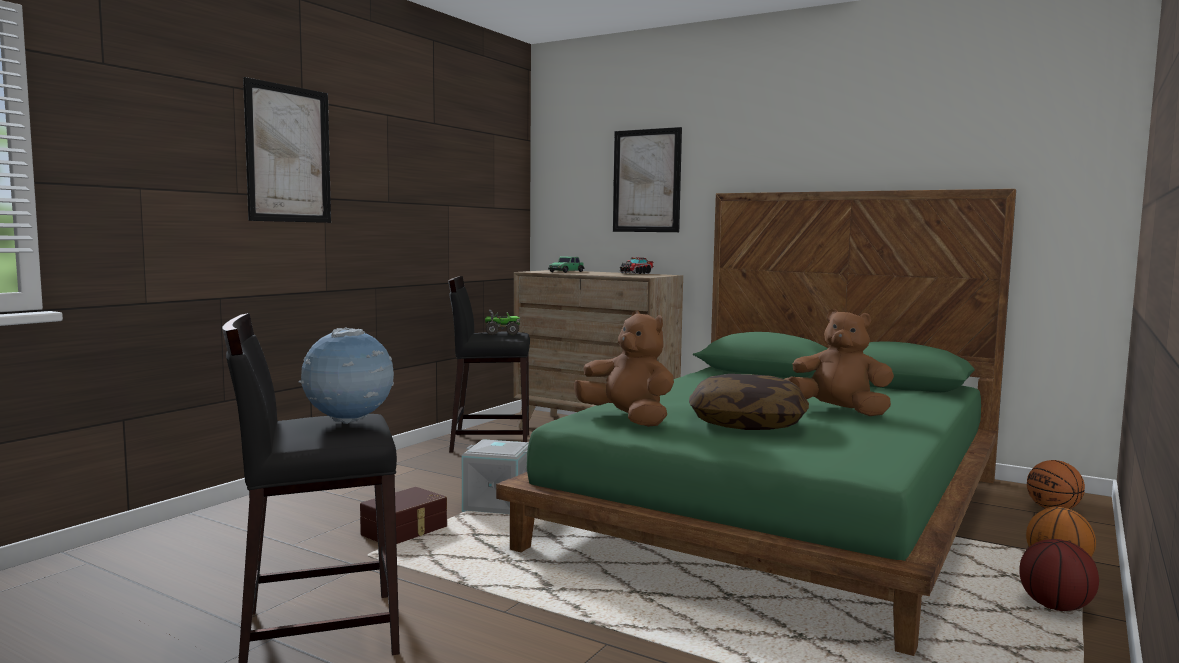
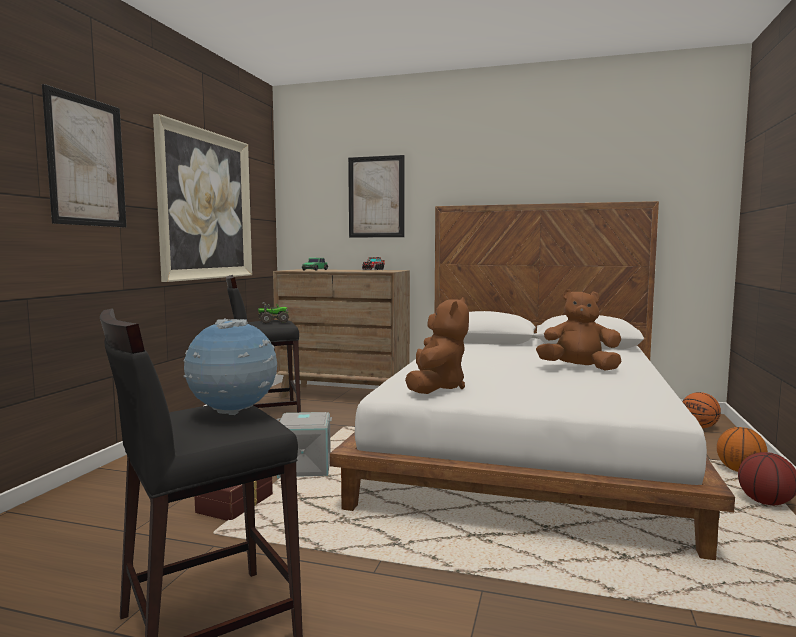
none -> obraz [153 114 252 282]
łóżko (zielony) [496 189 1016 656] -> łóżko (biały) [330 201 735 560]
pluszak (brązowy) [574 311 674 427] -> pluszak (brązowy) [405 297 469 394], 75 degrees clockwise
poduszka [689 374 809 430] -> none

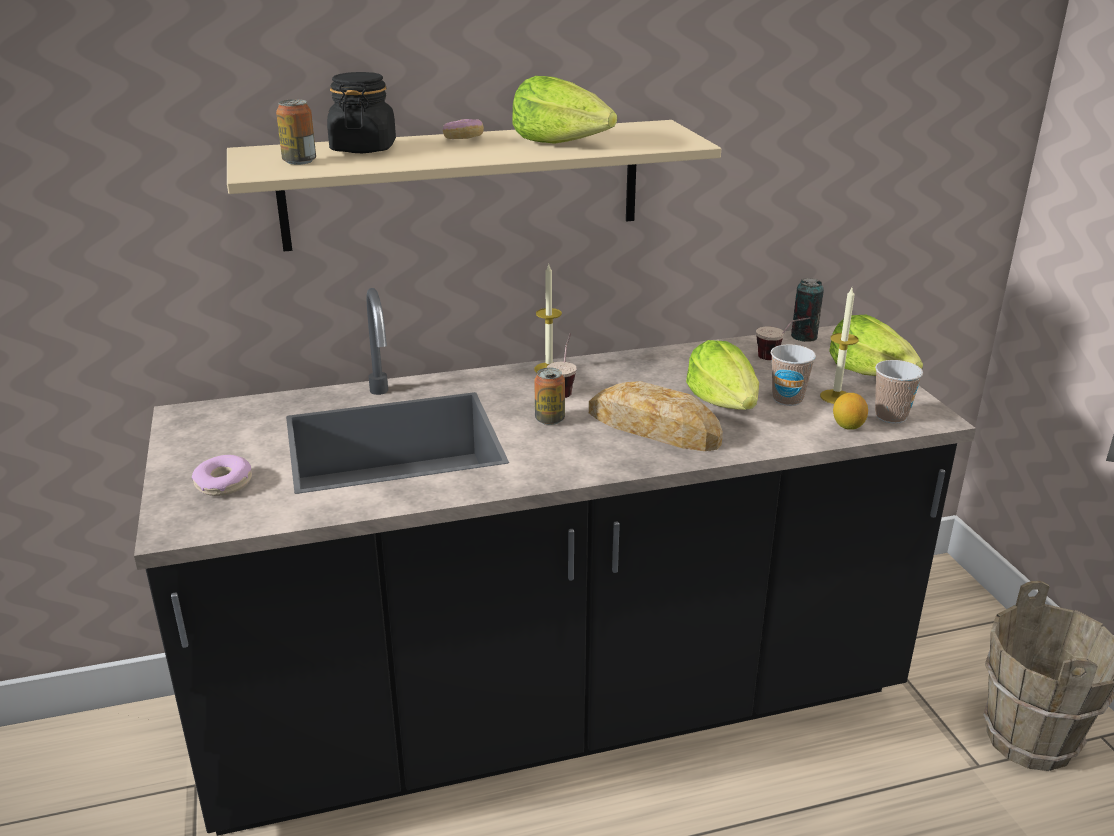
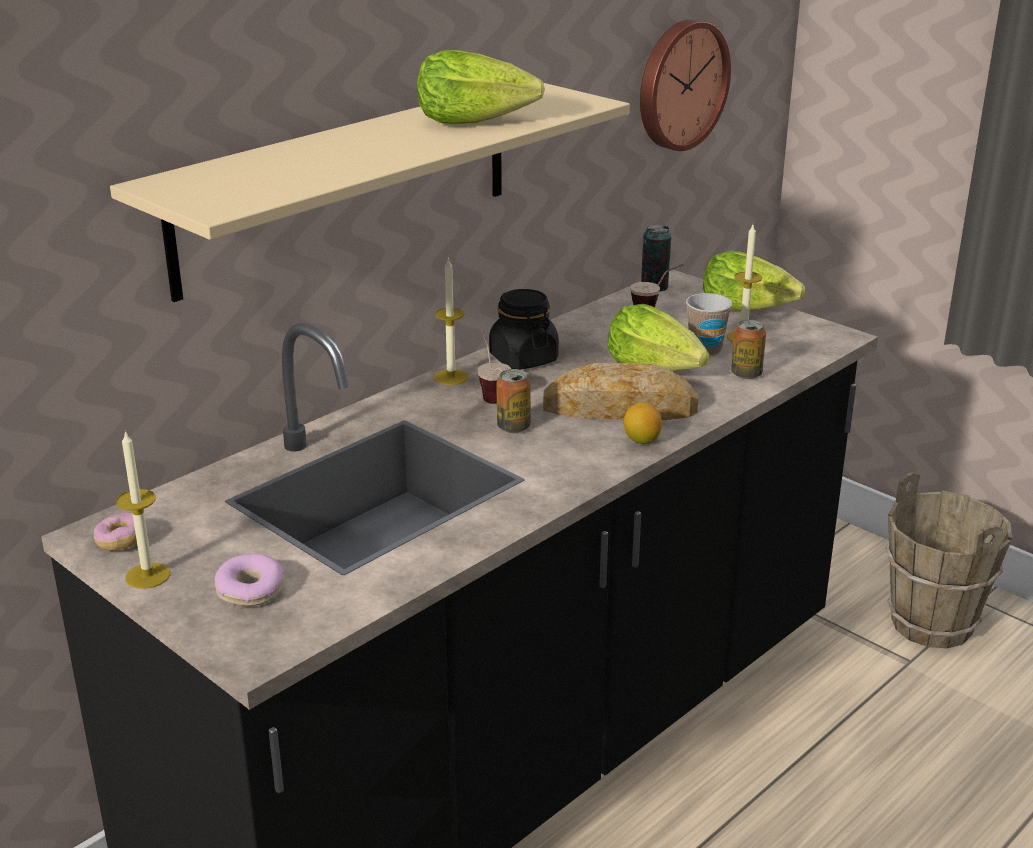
donut [443 119 484 139] -> donut [94 513 137 551], relocated
none -> świeca [116 430 170 589]
słoik (czarny) [327 72 396 153] -> słoik (czarny) [489 289 559 370], relocated
cytryna [833 393 868 430] -> cytryna [624 403 662 444], relocated
none -> zegar ścienny [640 20 731 151]
puszka [276 99 316 165] -> puszka [731 320 766 379], relocated
filiżanka [875 360 923 423] -> none

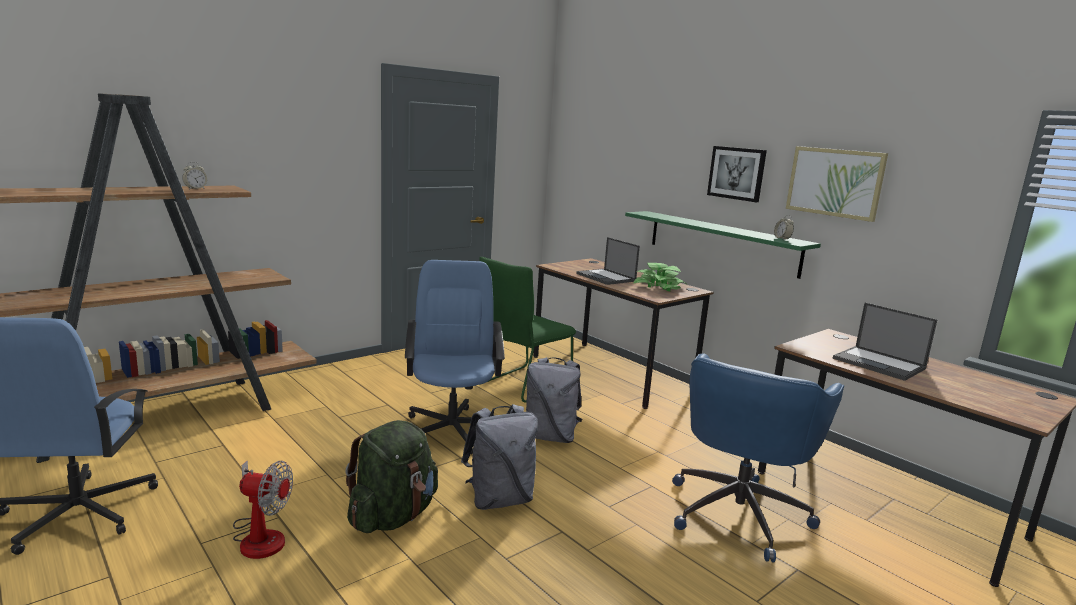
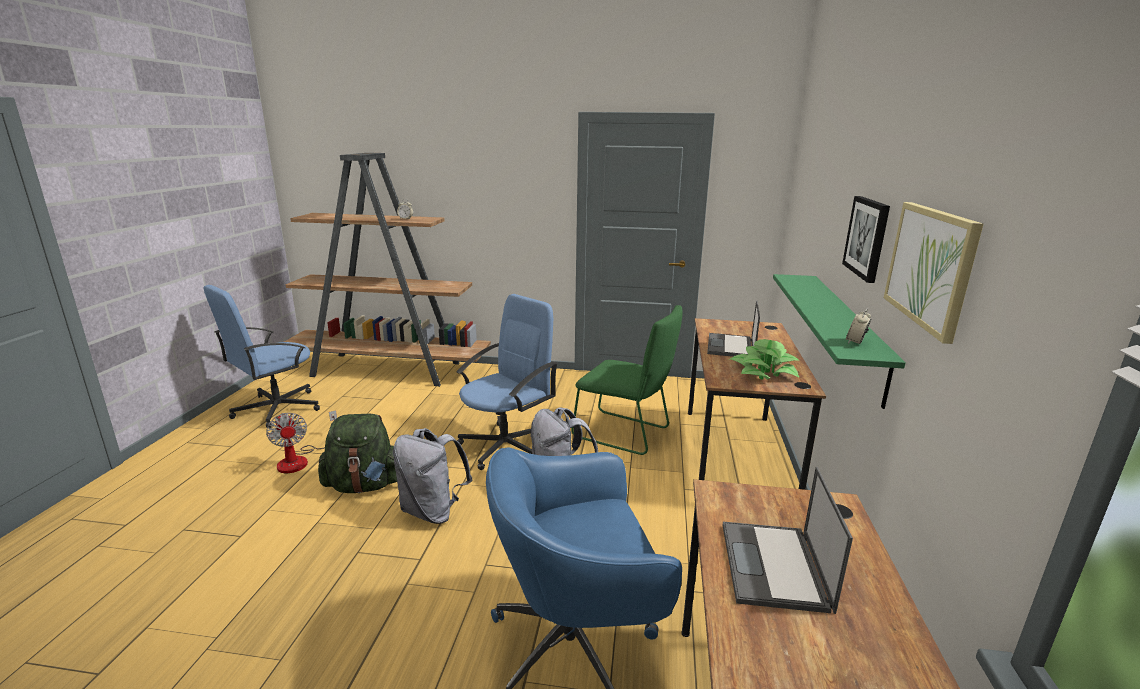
krzesło (zielony) [479 257 576 403] -> krzesło (zielony) [571 305 683 455], 150 degrees counterclockwise

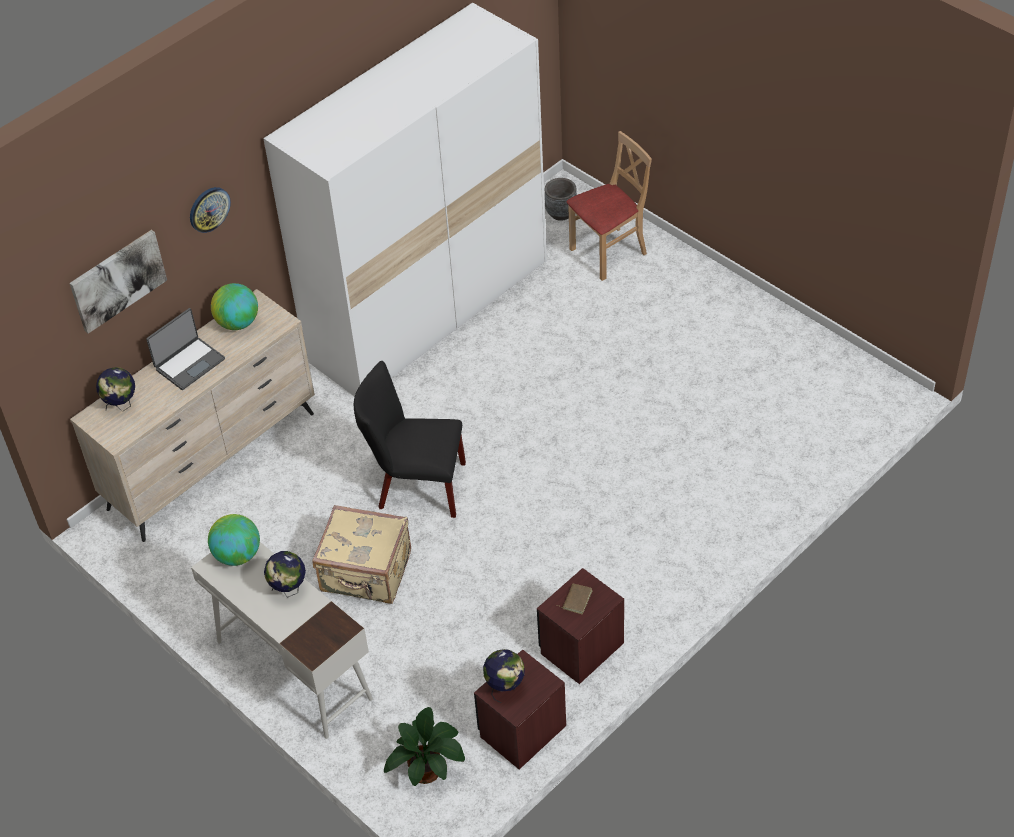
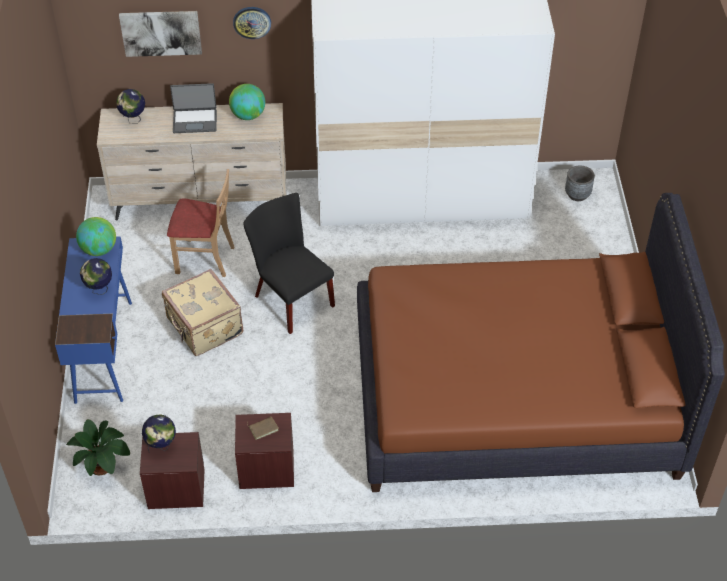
biurko (biały) [191 542 373 739] -> biurko (niebieski) [55 236 132 404]
krzesło (beżowy) [566 131 652 281] -> krzesło (beżowy) [167 169 235 277], relocated
none -> łóżko (brązowy) [357 193 725 492]

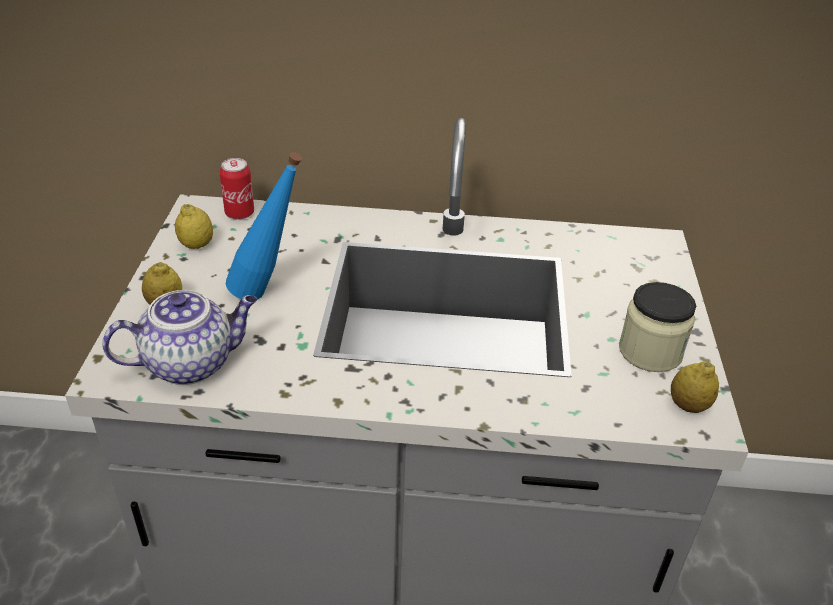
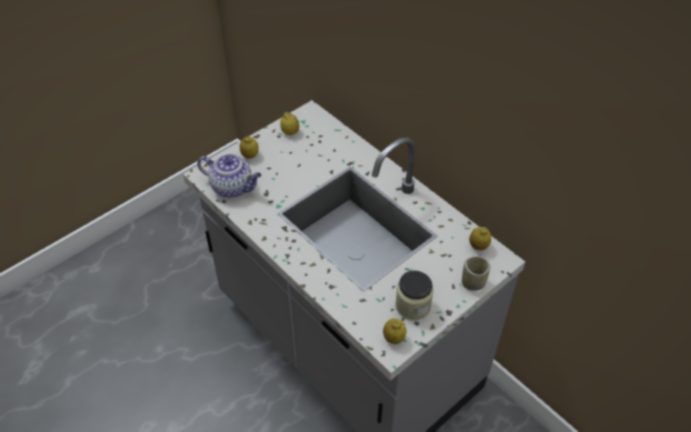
none -> filiżanka [462 256 490 291]
none -> cytryna [469 227 491 250]
puszka [219 158 254 220] -> none
butelka (niebieski) [226 152 302 300] -> none

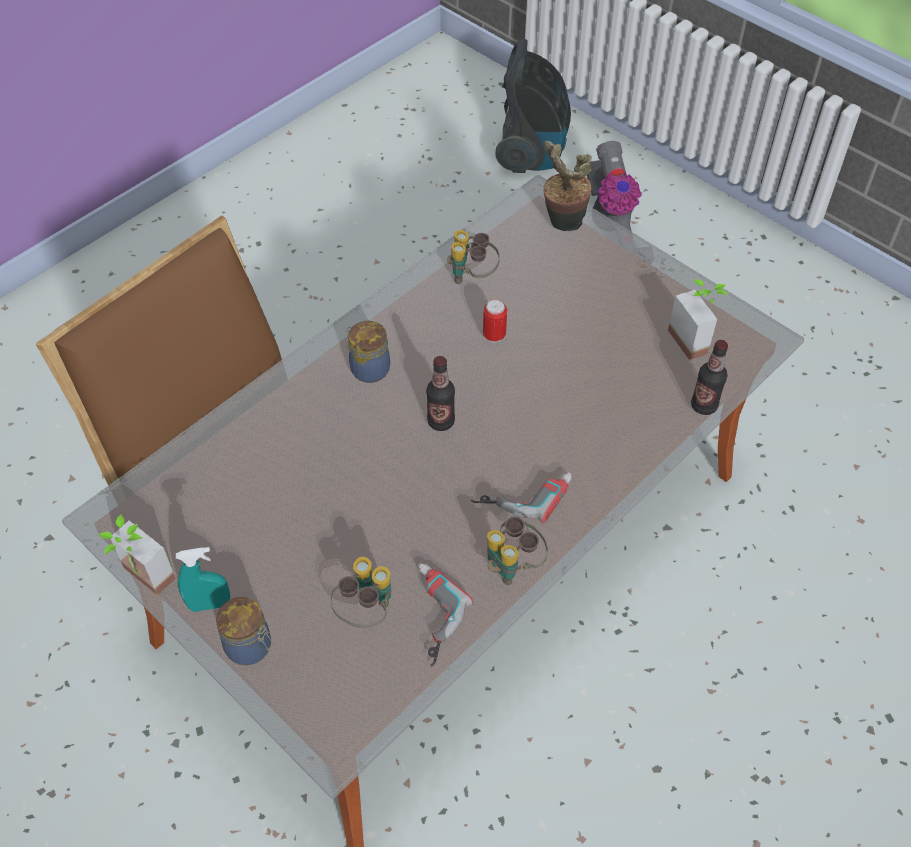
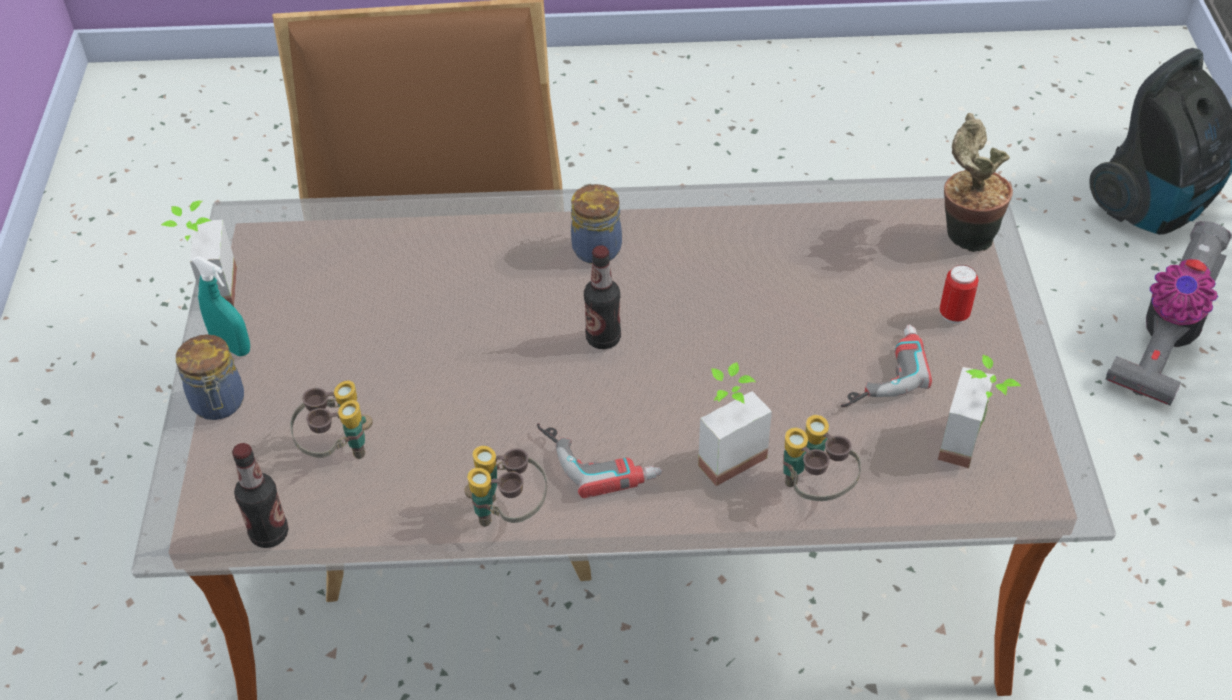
butelka [691 340 728 415] -> butelka [232 443 289 548], relocated
none -> roślina doniczkowa [698 362 772 486]
lornetka [447 230 500 284] -> lornetka [783 415 861 501], relocated
wiertarka [418 563 473 667] -> wiertarka [841 324 932 407], relocated
puszka [483 300 507 343] -> puszka [940 265 979 324], relocated

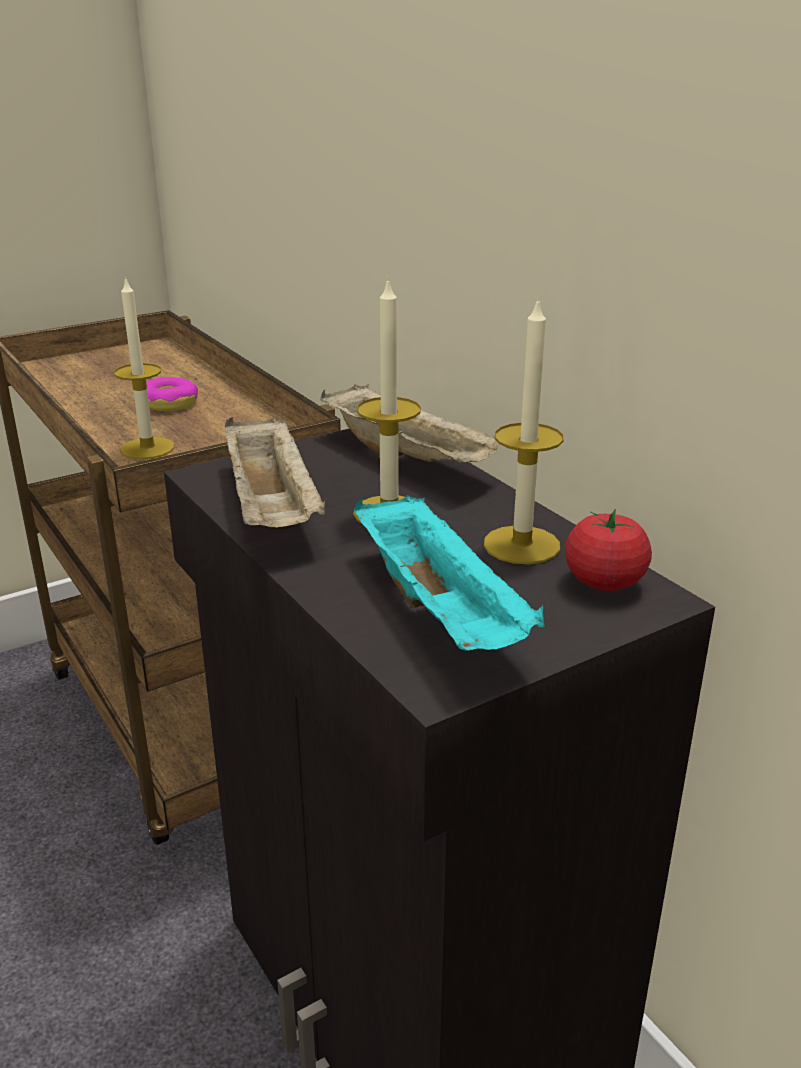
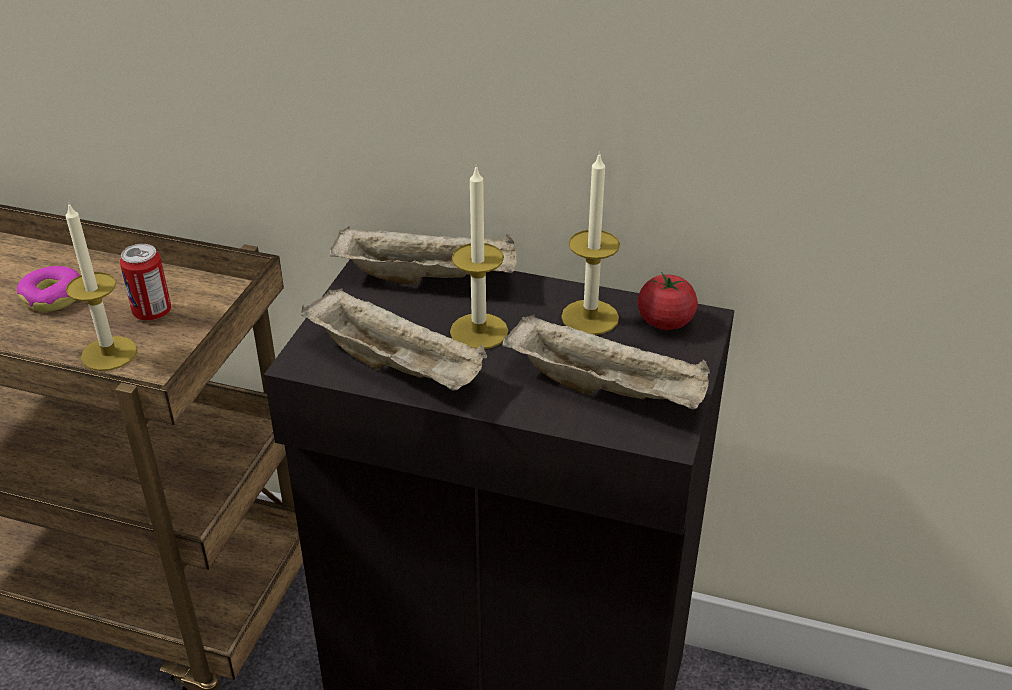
none -> puszka [120 244 171 321]
taca (turkusowy) [354 495 545 651] -> taca (beżowy) [502 314 710 410]

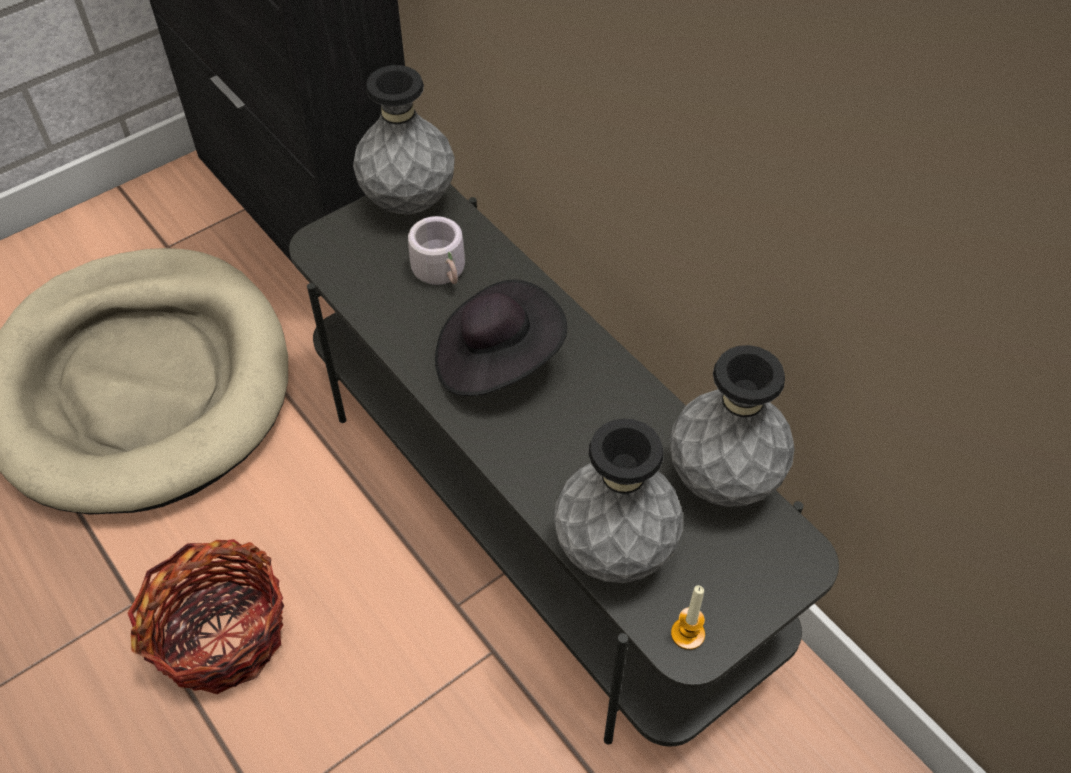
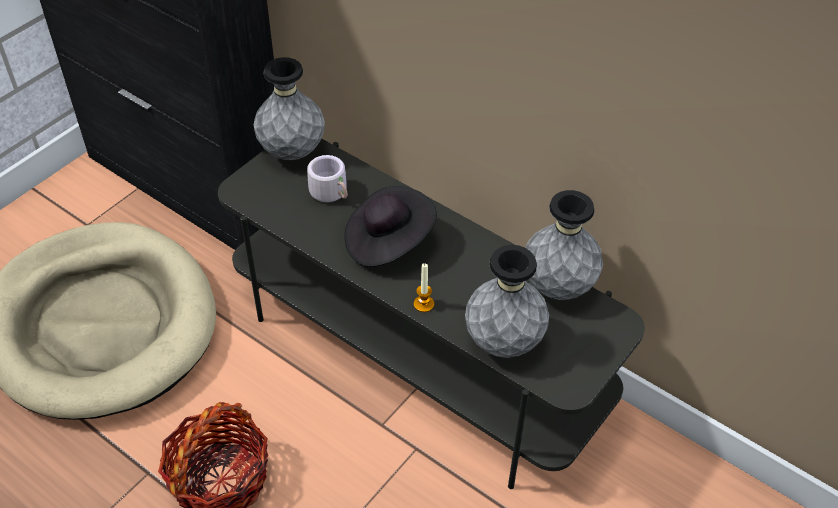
świeca [671 585 705 650] -> świeca [414 263 434 312], relocated

